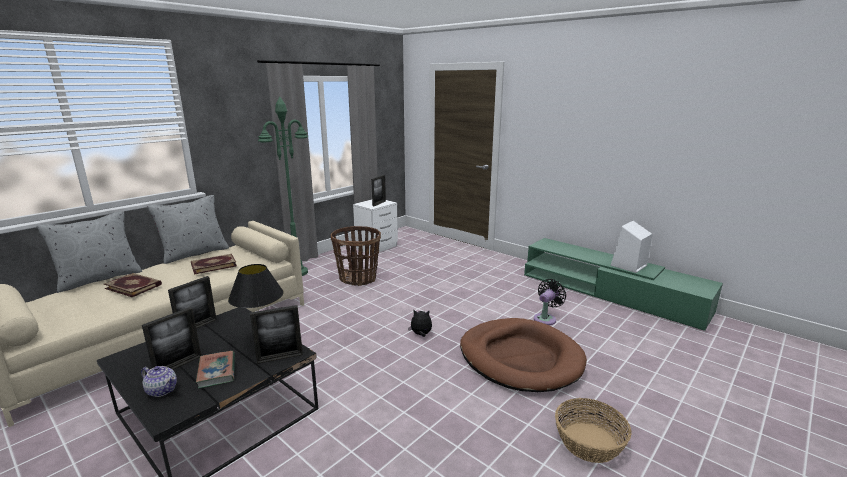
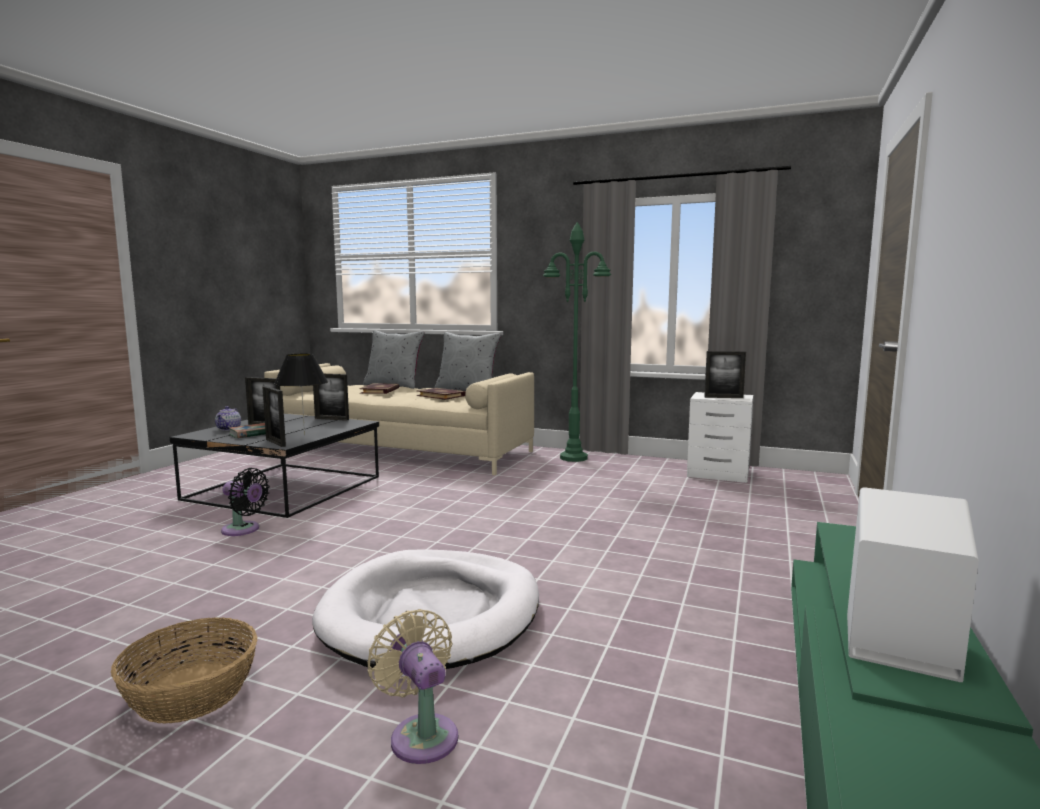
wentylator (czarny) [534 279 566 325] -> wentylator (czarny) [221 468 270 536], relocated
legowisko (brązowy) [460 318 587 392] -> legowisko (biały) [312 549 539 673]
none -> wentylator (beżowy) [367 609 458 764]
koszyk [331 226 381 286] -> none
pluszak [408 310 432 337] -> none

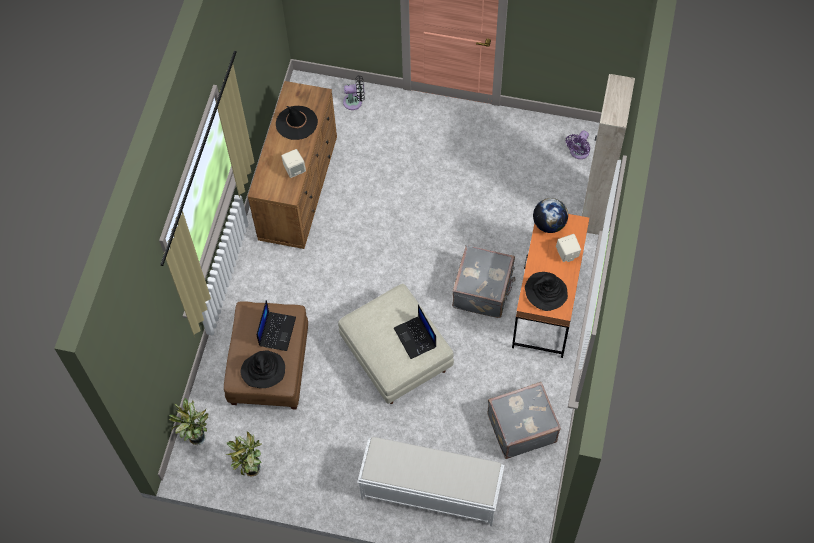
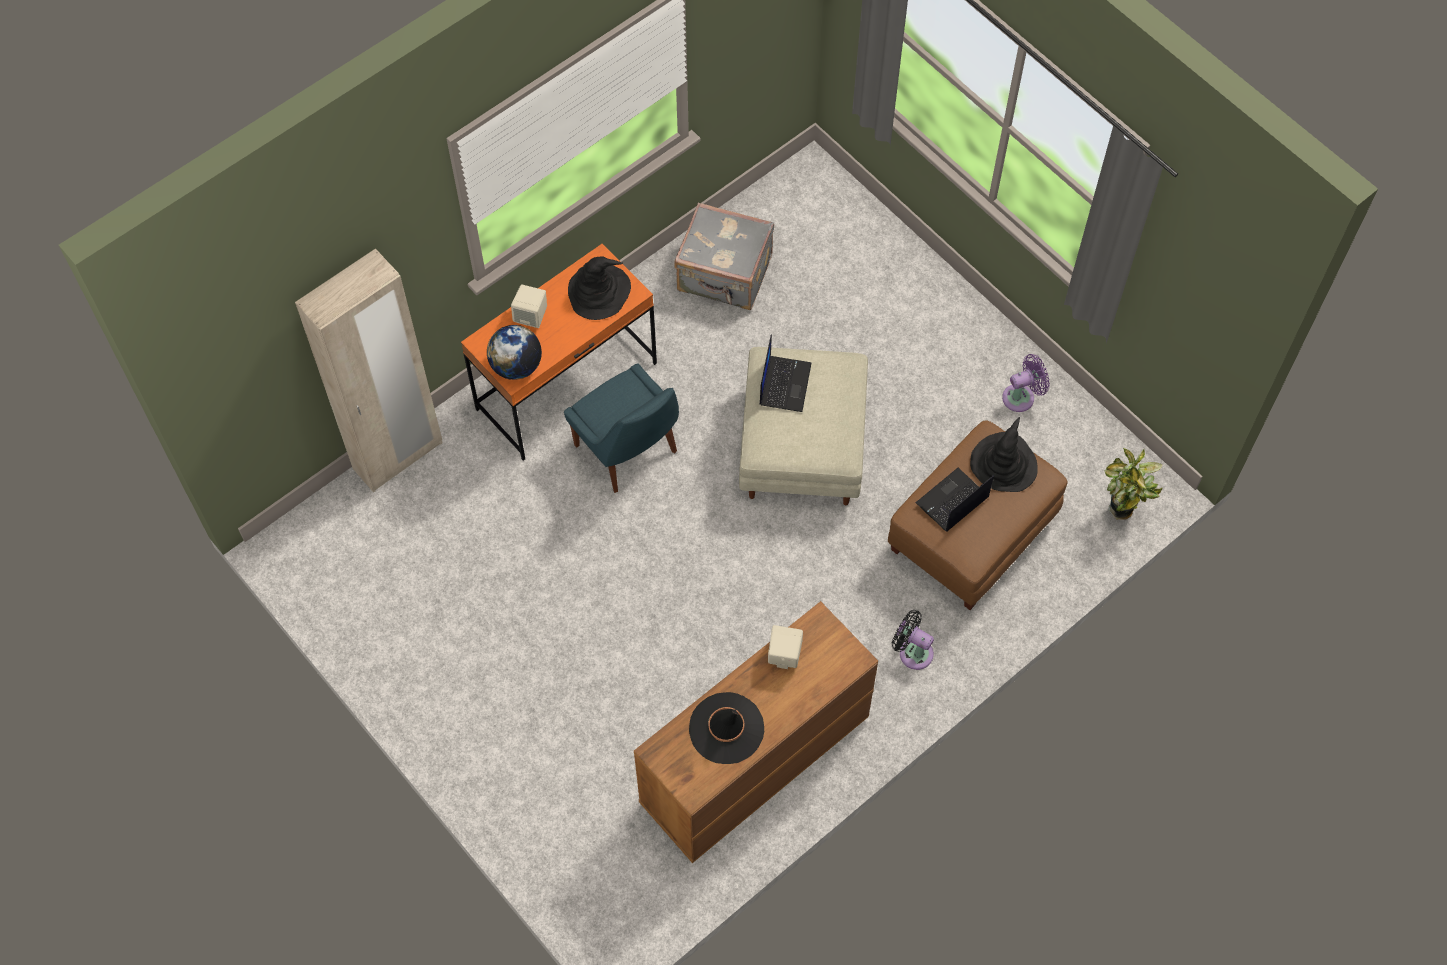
walizka (szary) [452 245 515 318] -> krzesło (niebieski) [564 363 679 493]
wentylator (czarny) [343 75 365 110] -> wentylator (czarny) [892 610 934 670], relocated
wentylator (fioletowy) [566 131 590 159] -> wentylator (fioletowy) [1002 354 1050 412], relocated
roślina doniczkowa [225 431 262 477] -> none
ławka (biały) [357 437 504 526] -> none

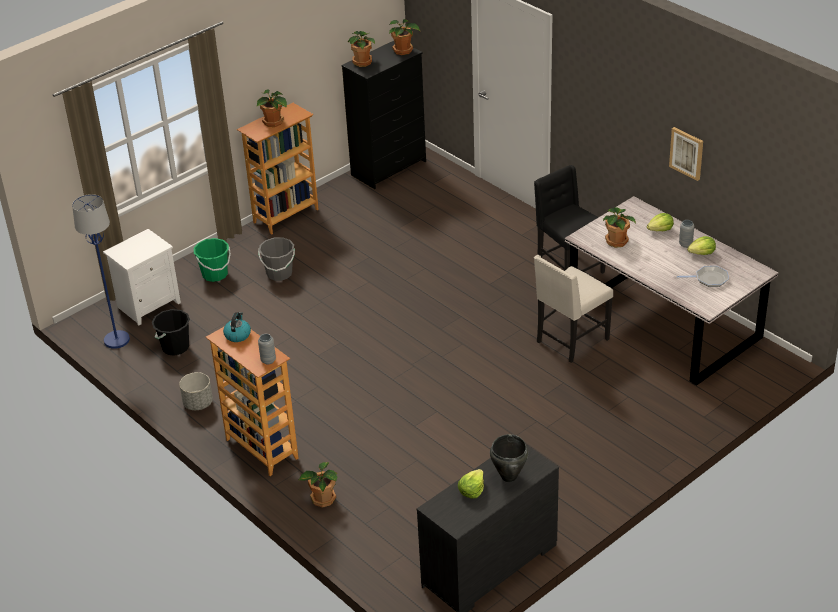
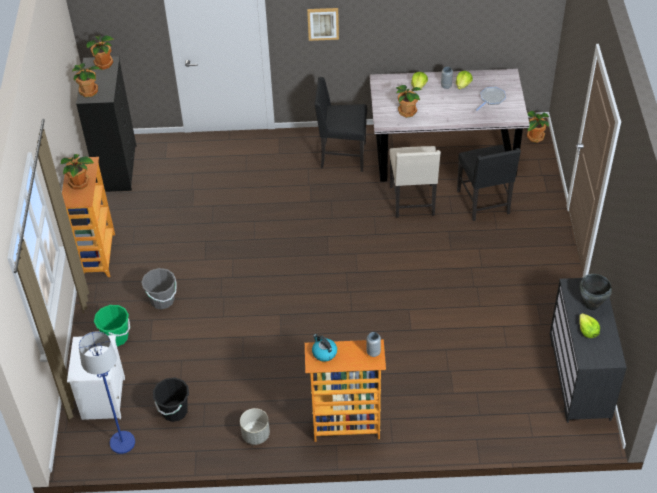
obraz [669 127 703 181] -> obraz [307 8 339 41], relocated
none -> krzesło (czarny) [457 145 521 221]
roślina doniczkowa [299 462 337 508] -> roślina doniczkowa [527 111 549 143], relocated

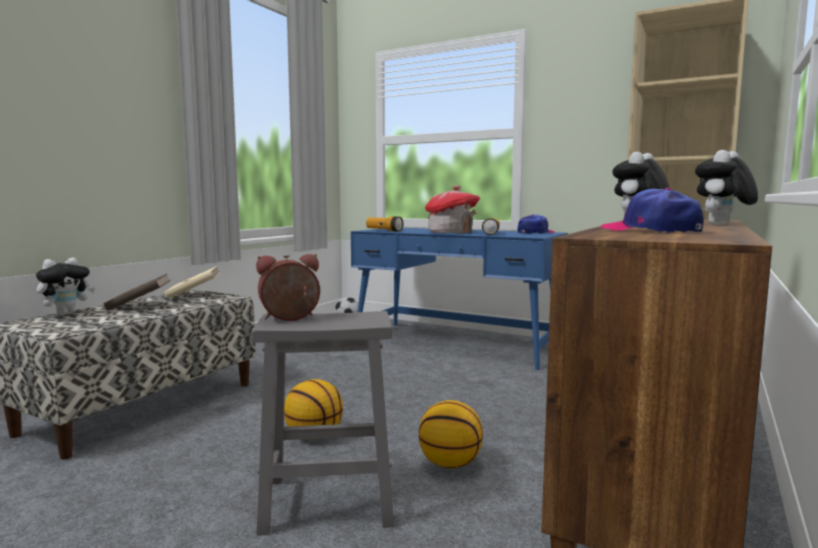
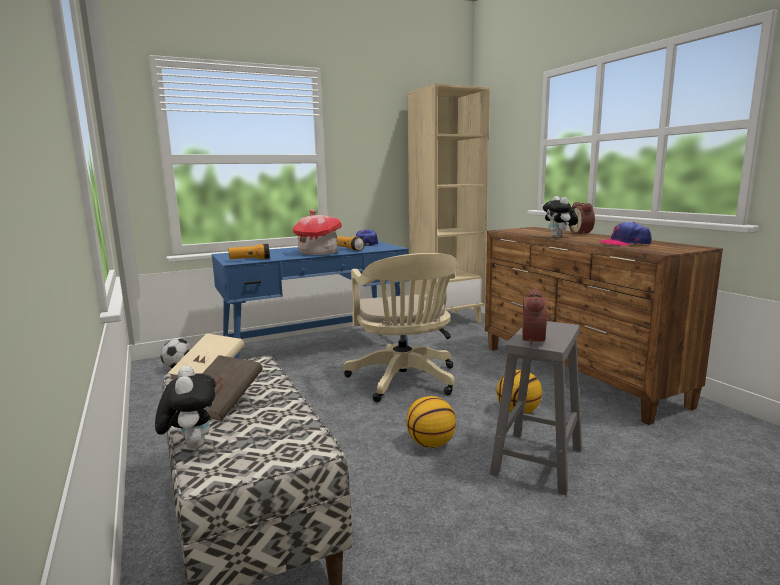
none -> krzesło biurowe (beżowy) [343 253 457 402]
pluszak [695 150 758 225] -> budzik [569 202 595 235]

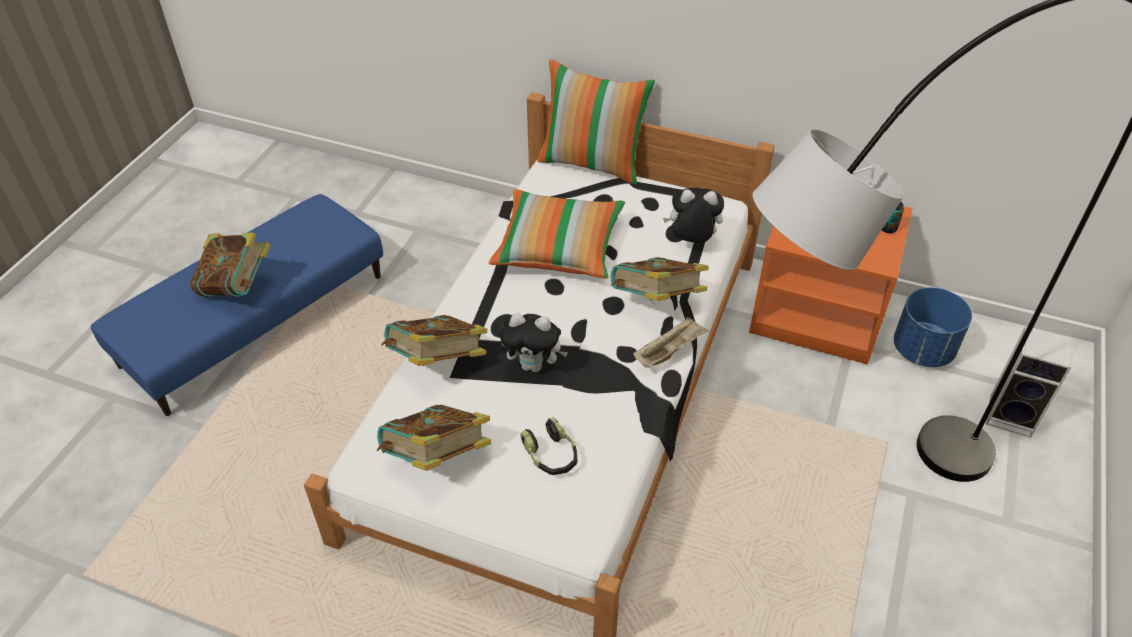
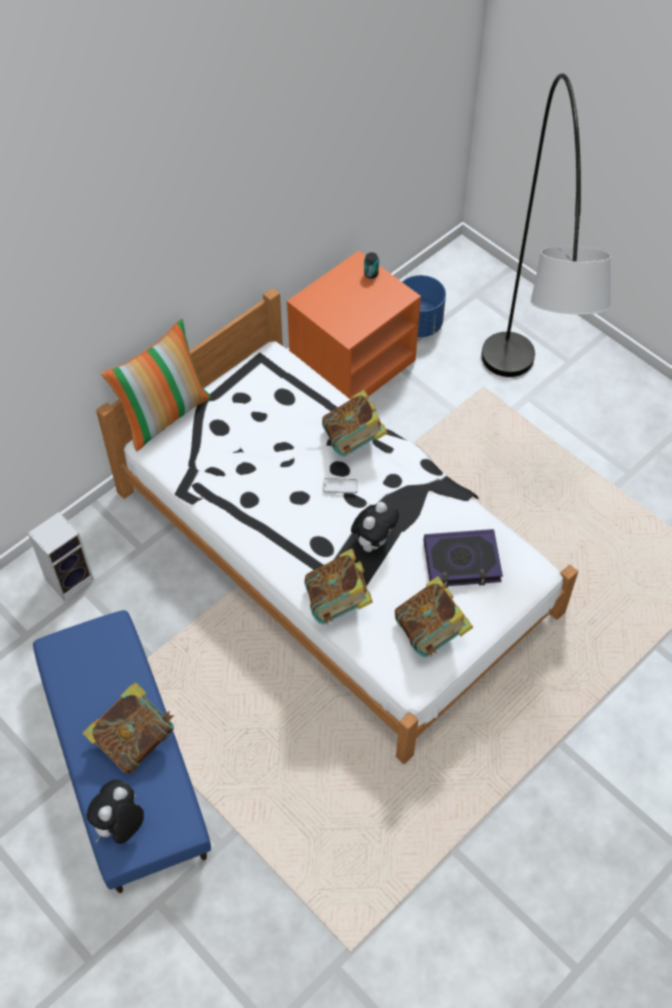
głośnik [986 326 1074 438] -> głośnik [28 512 94 601], relocated
pluszak [663 188 724 243] -> pluszak [87 780 144 844], relocated
none -> telefon [323 478 358 494]
słuchawki [520 417 578 475] -> książka [423 529 503 588]
poduszka [488 189 625 279] -> none
taca (beżowy) [633 317 709 368] -> none

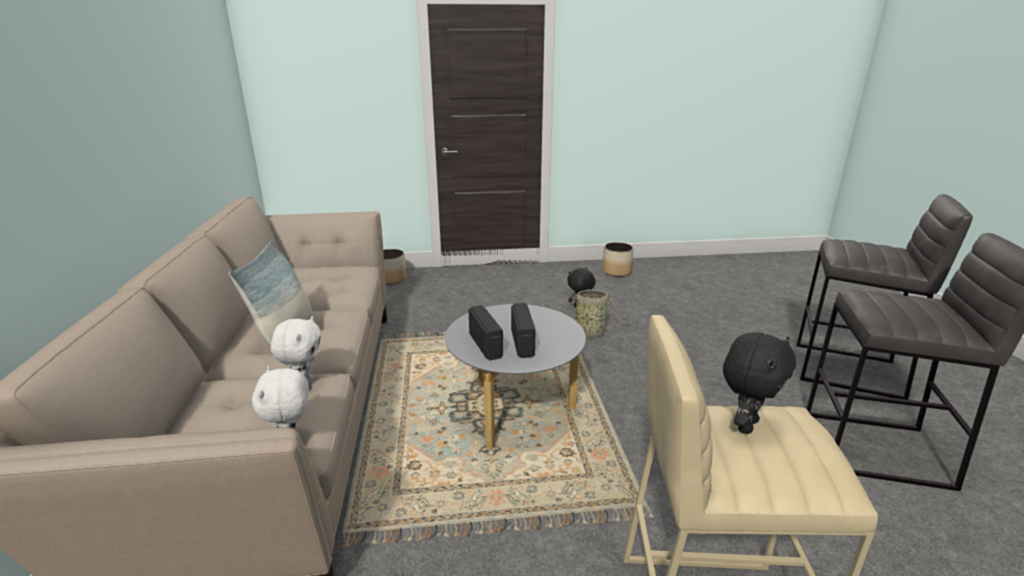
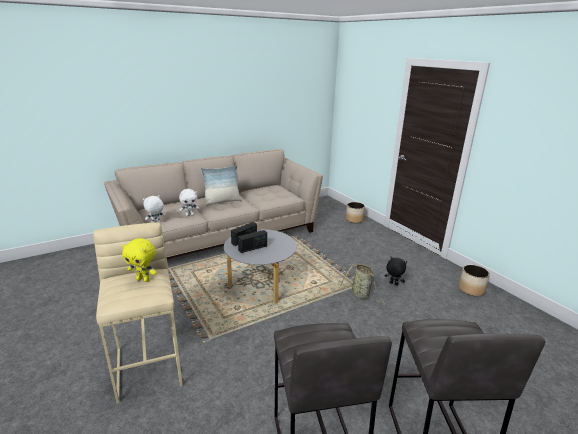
pluszak (czarny) [723 332 796 434] -> pluszak (żółty) [122 238 157 282]

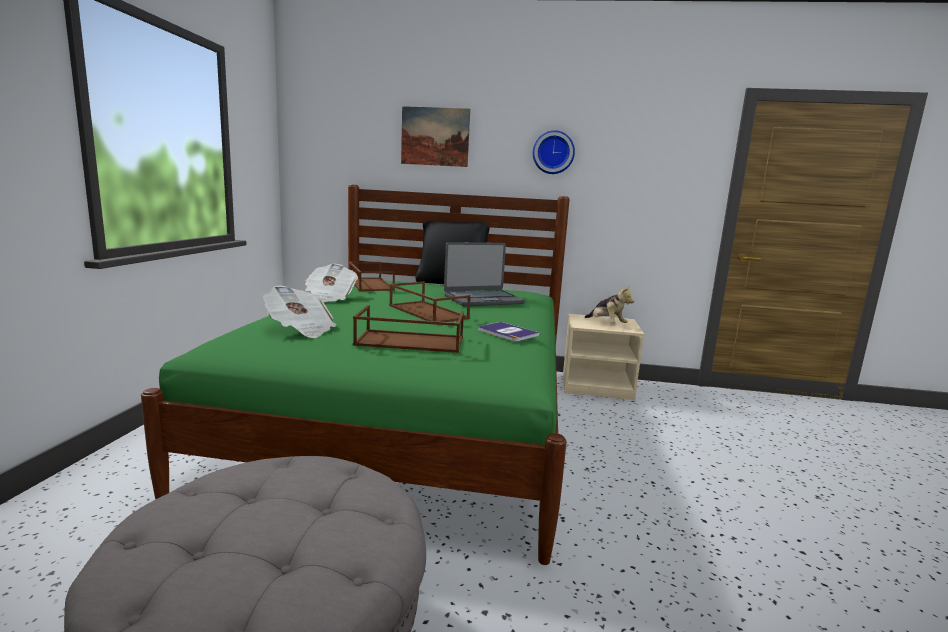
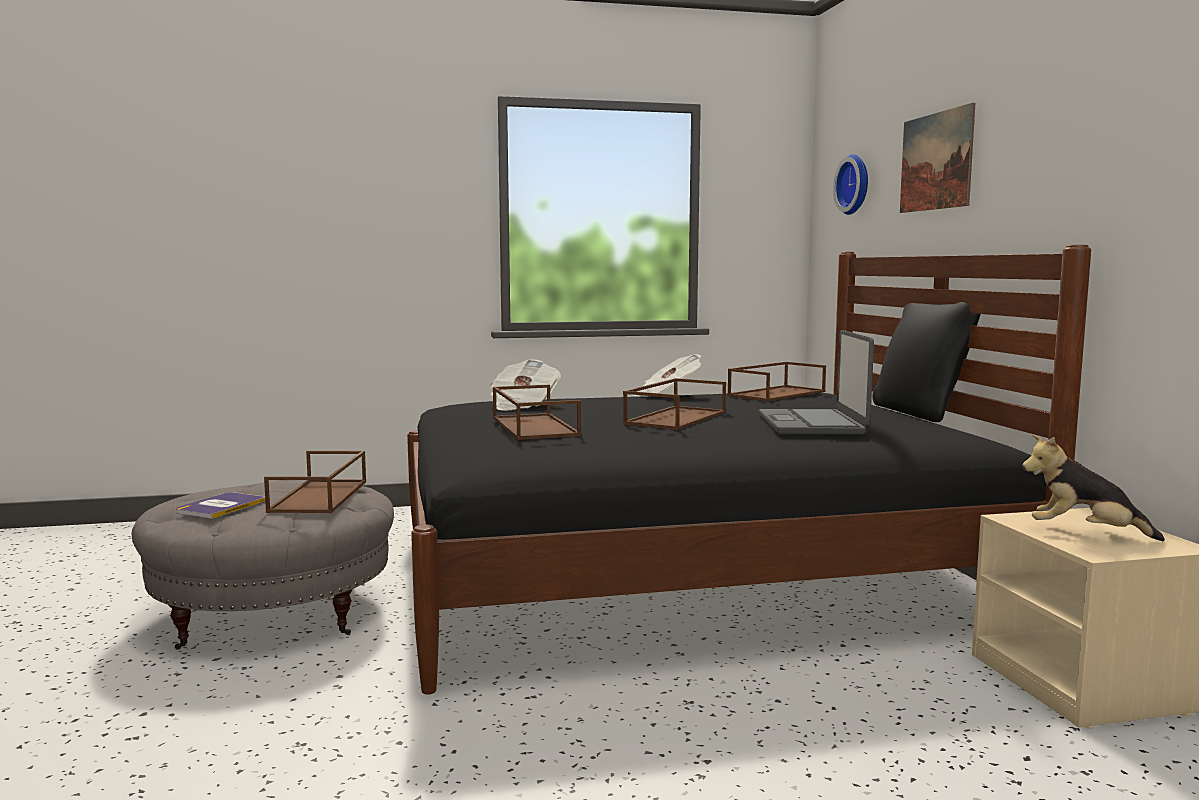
książka [478 322 539 341] -> książka [176 492 265 519], relocated
none -> taca (brązowy) [264 451 366 513]
łóżko (zielony) [141 185 570 565] -> łóżko (czarny) [407 245 1091 695]
laptop [444 242 525 306] -> laptop [759 330 874 435], 45 degrees clockwise
zegar ścienny [533 130 575 174] -> zegar ścienny [833 154 868 215], relocated
pluszak [585 286 634 323] -> pluszak [1022 434 1165 541], 75 degrees clockwise

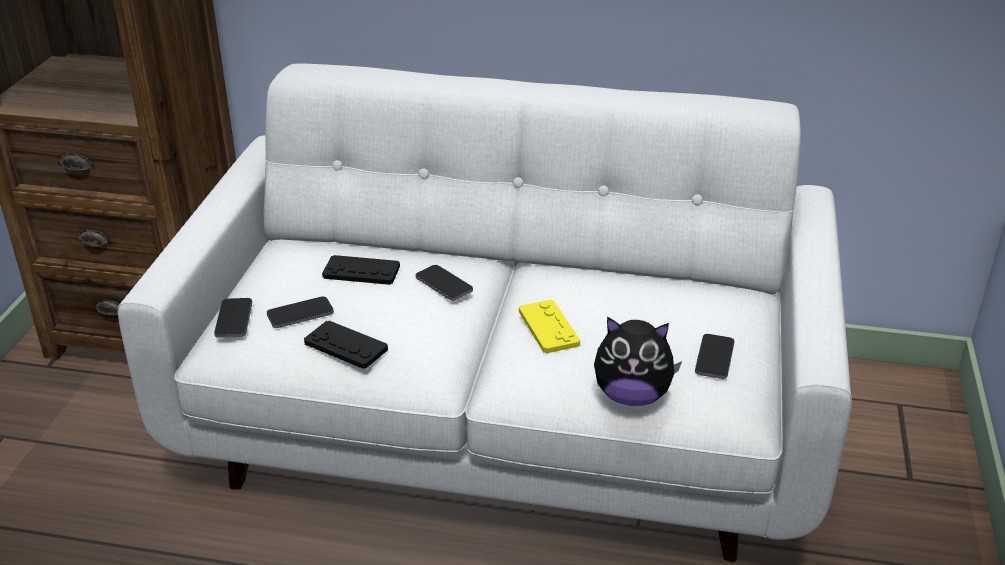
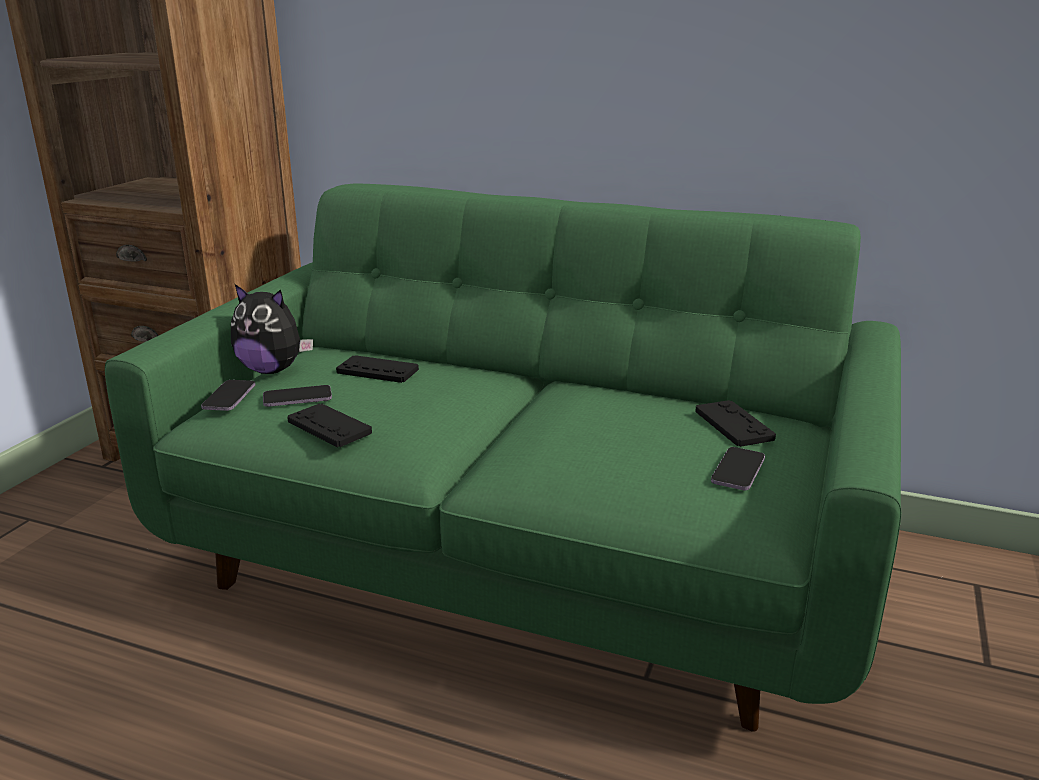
kanapa (biały) [118 63 852 562] -> kanapa (zielony) [105 184 901 732]
pluszak [594 317 682 406] -> pluszak [231 284 313 374], relocated
none -> pad do gier (czarny) [695 400 776 447]
telefon [416 265 473 301] -> none
pad do gier (żółty) [519 300 580 353] -> none

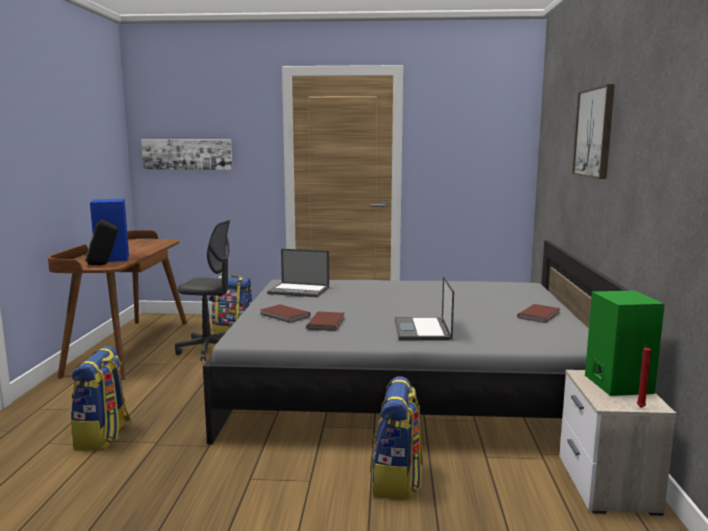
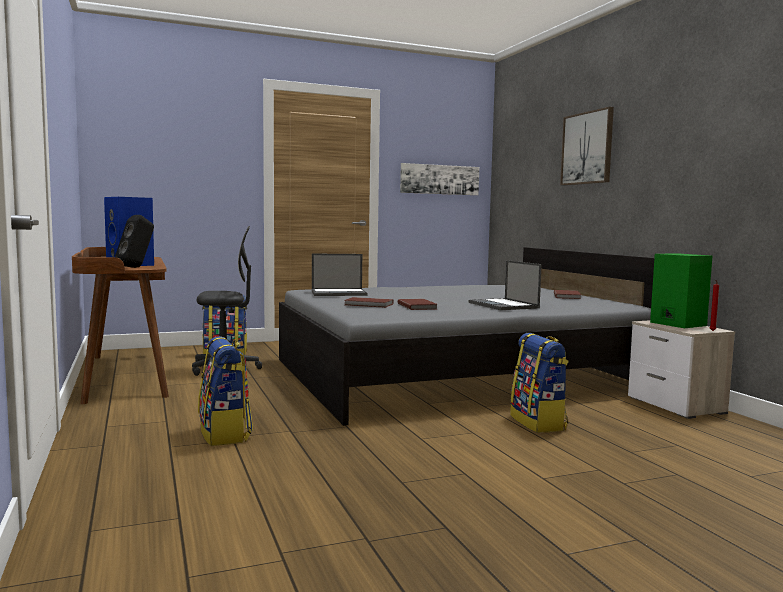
obraz [141 139 233 170] -> obraz [400 163 479 195], relocated

